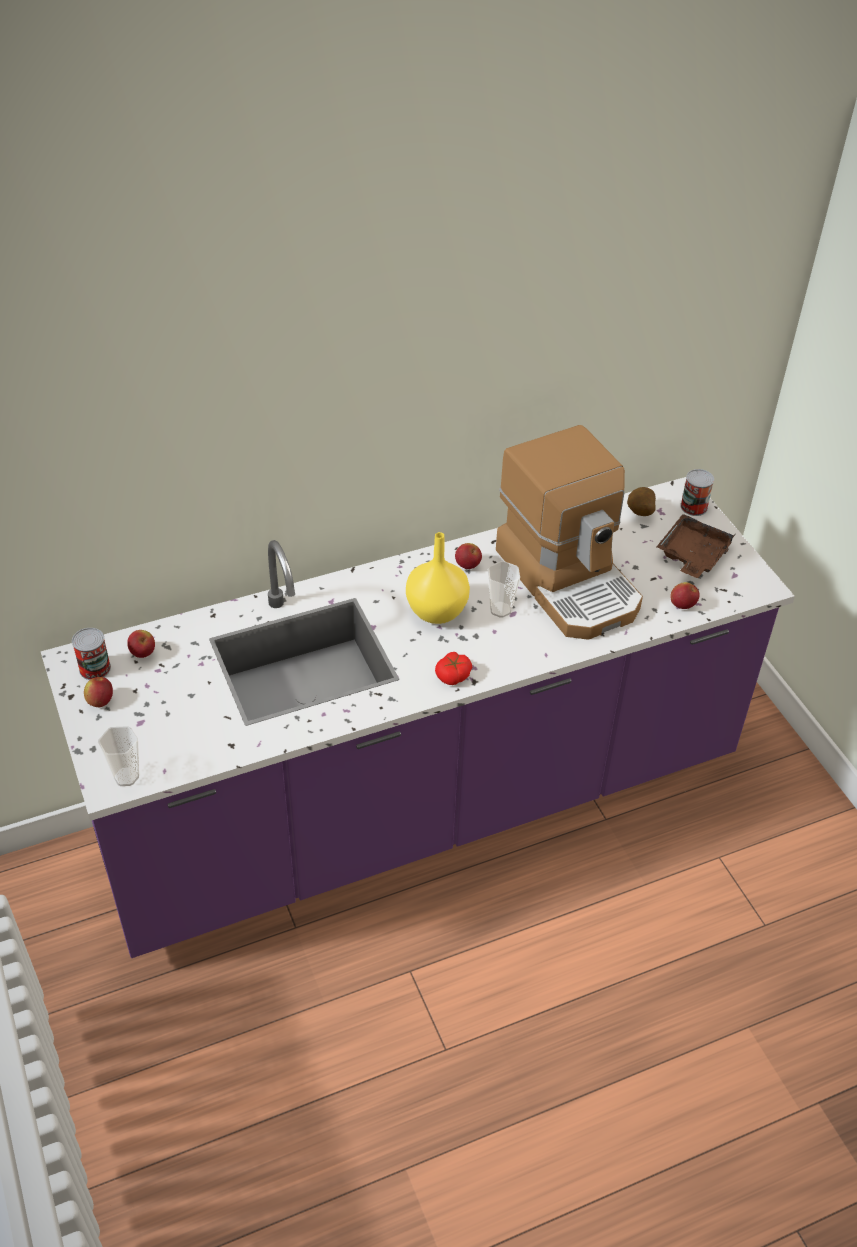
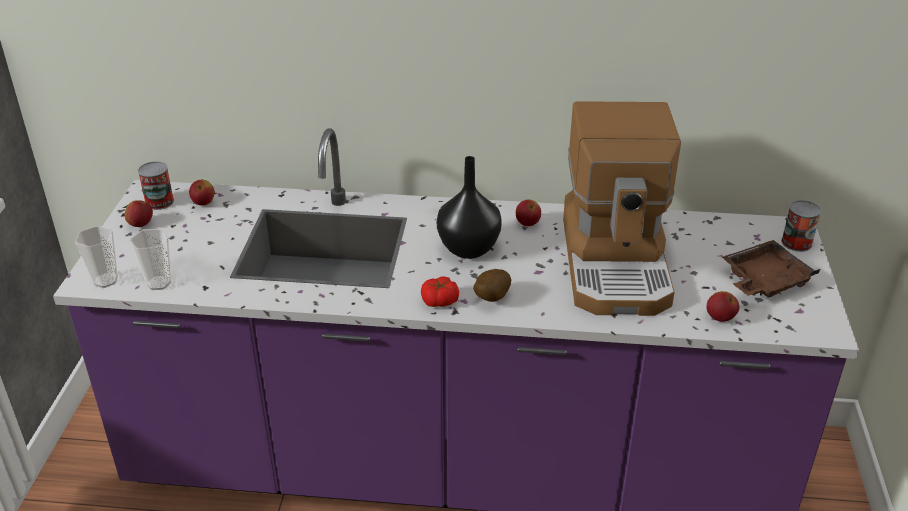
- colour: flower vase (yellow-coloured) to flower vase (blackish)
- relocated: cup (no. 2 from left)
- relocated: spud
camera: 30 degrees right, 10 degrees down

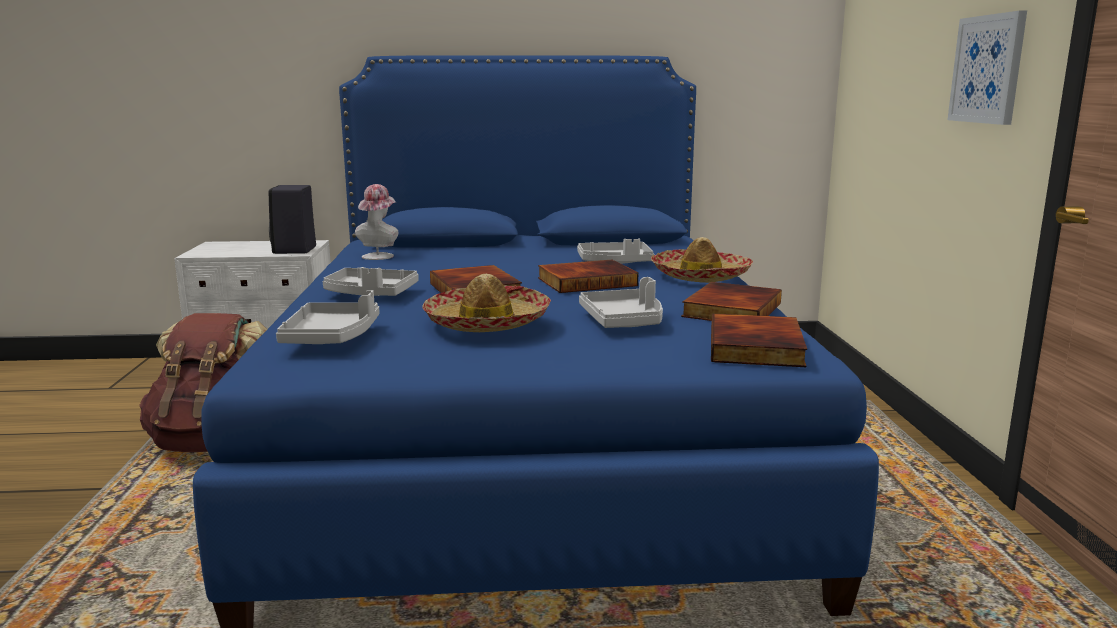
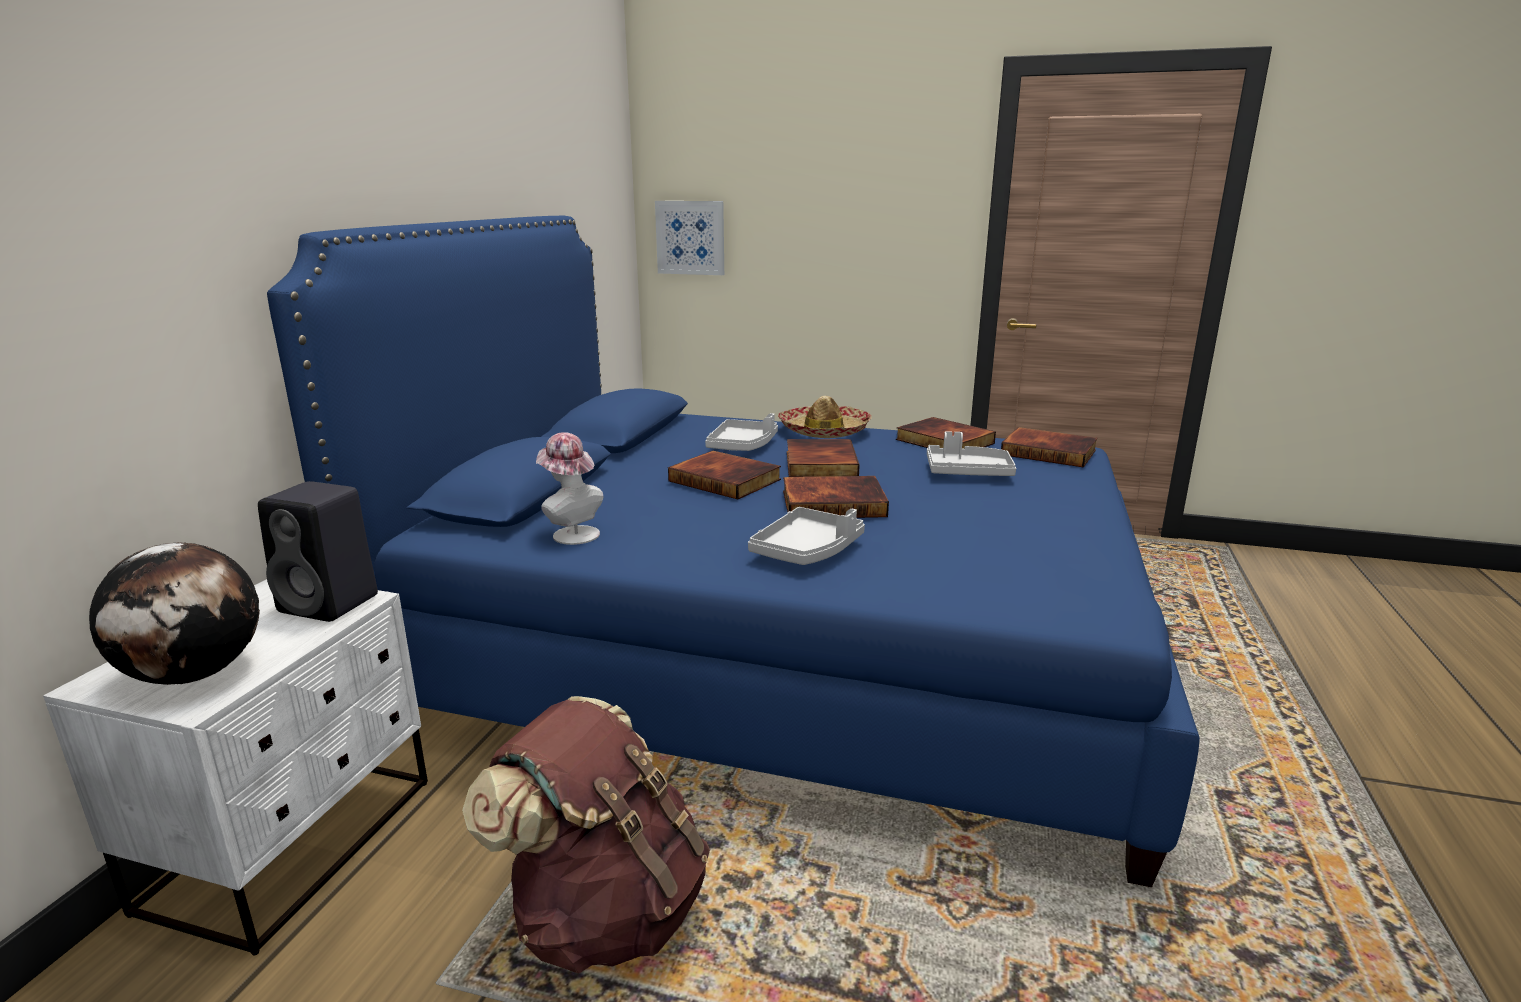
- missing: carrying tray (gray) (no. 1 from left)
- missing: hat (no. 2 from left)
- relocated: picture
- appeared: world globe
- appeared: volume (no. 1 from left)
camera: 70 degrees left, 5 degrees up

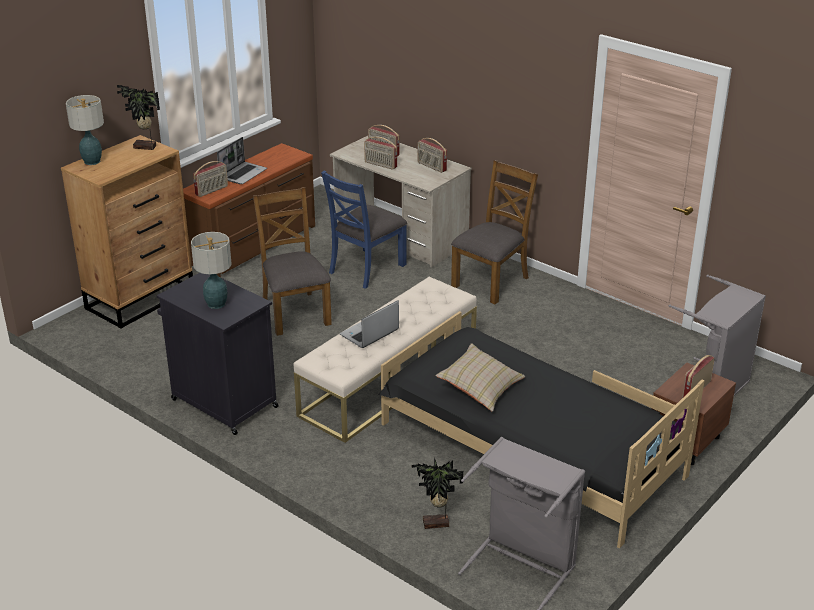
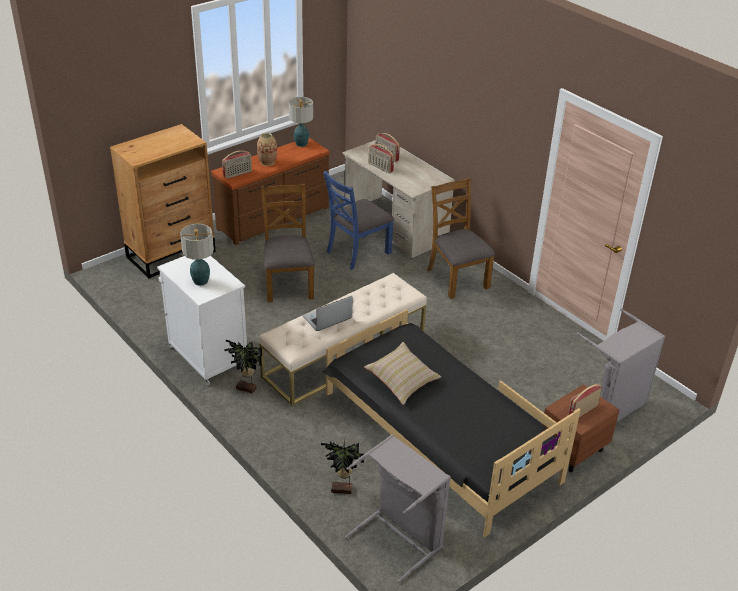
- relocated: table lamp (no. 1 from left in the first image) to table lamp (no. 2 from left)
- relocated: plant in a pot (no. 1 from left)
- colour: storage cabinet (blackish) to storage cabinet (whitish)
- exchanged: laptop (no. 1 from left) to flower vase
- missing: radio (no. 4 from left)
- spun: plain chair (brown) (no. 2 from left) 75 degrees counterclockwise
camera: 10 degrees right, 5 degrees up

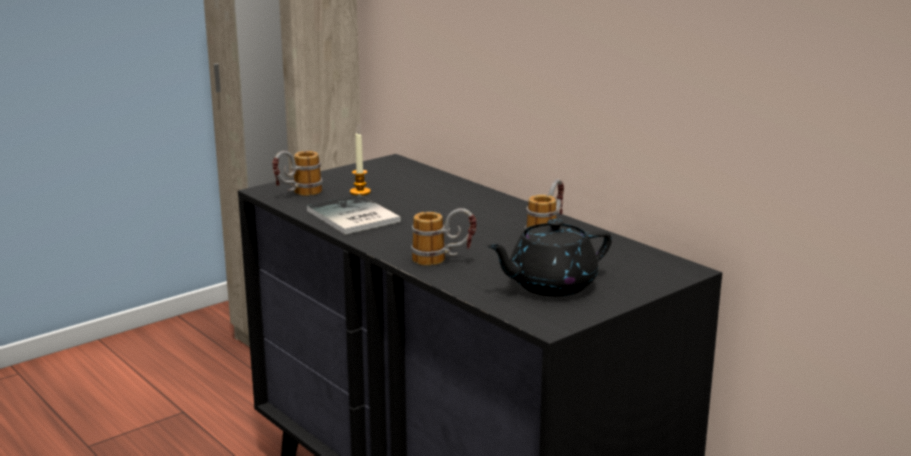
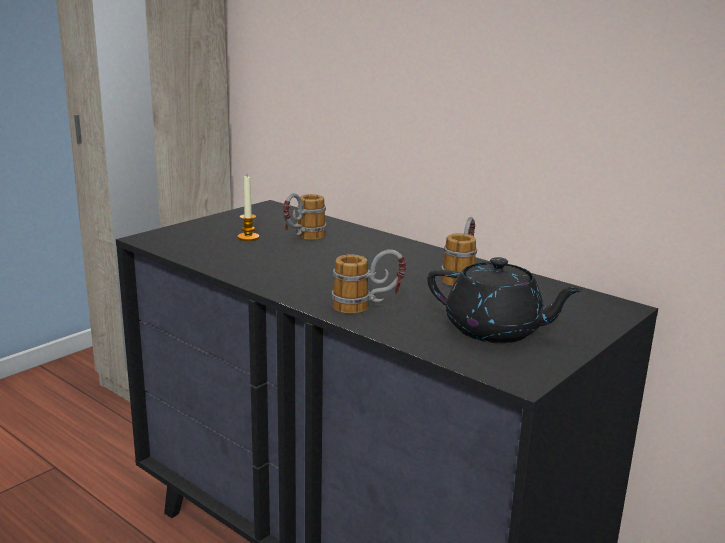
- relocated: mug (no. 1 from left)
- missing: volume
- spun: tea pot (blackish) 120 degrees counterclockwise
camera: 10 degrees left, 0 degrees up

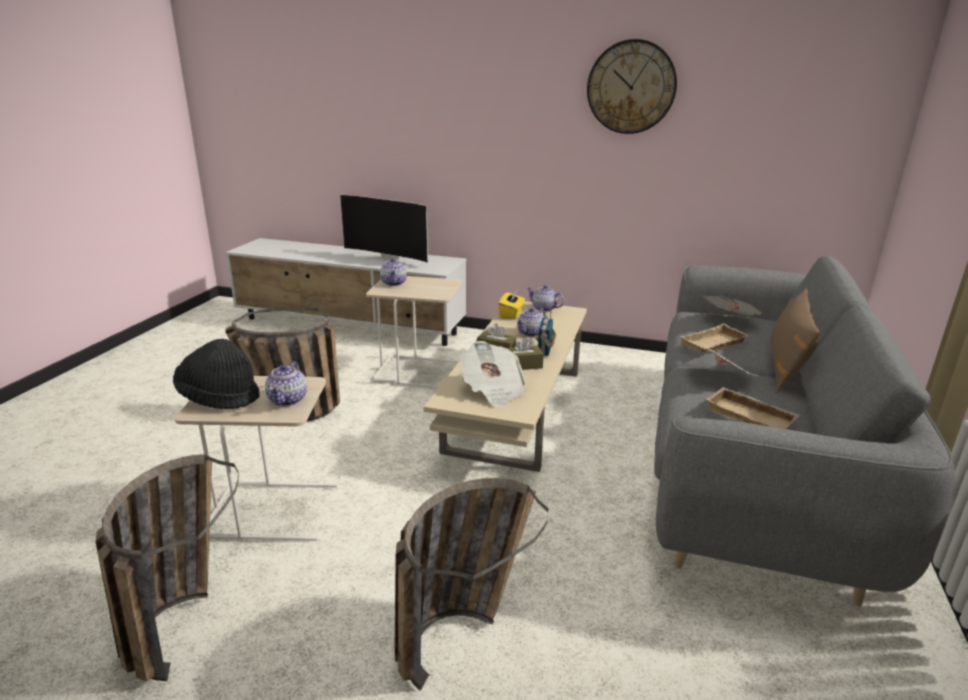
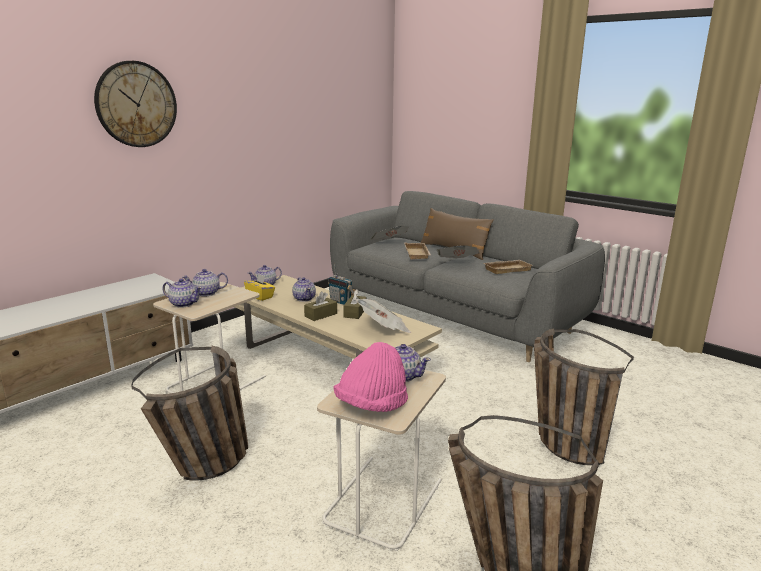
- colour: hat (blackish) to hat (pinkish)
- missing: TV set
- relocated: clock on the wall
- appeared: tea pot (no. 2 from left)
camera: 65 degrees left, 5 degrees down

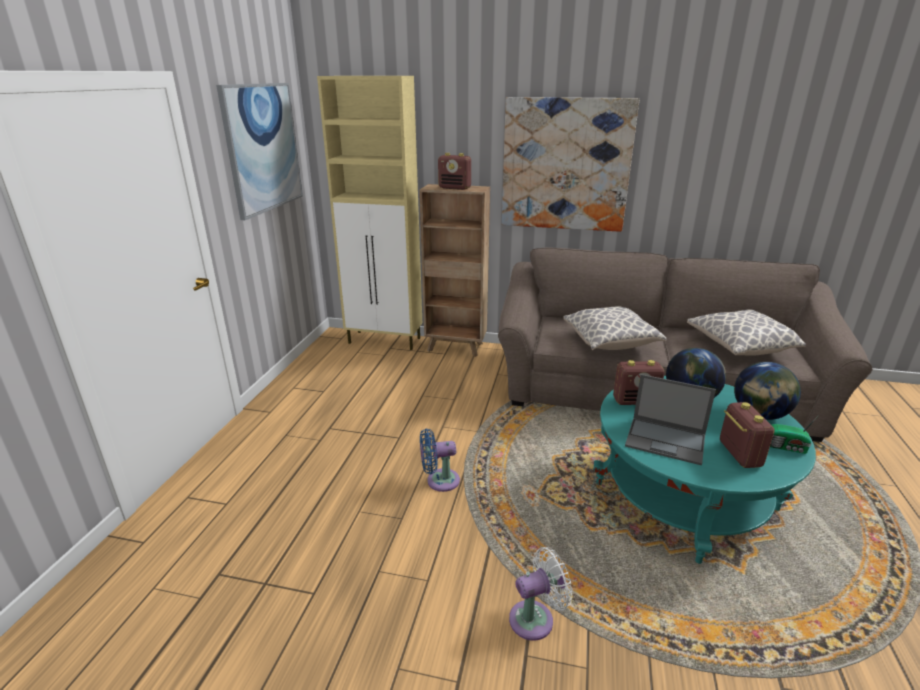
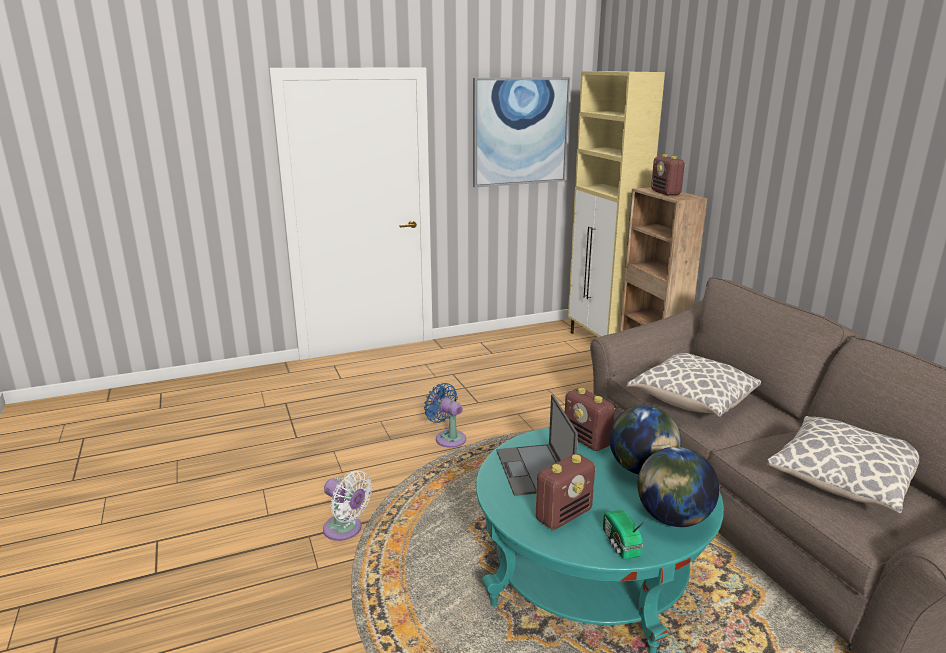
- missing: picture (no. 2 from left)
camera: 55 degrees right, 5 degrees down

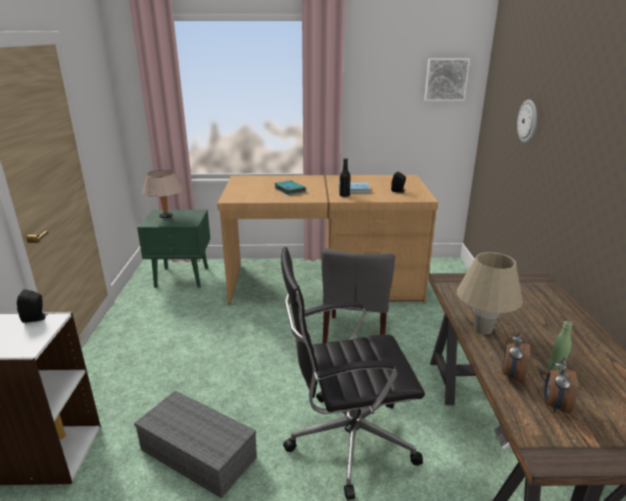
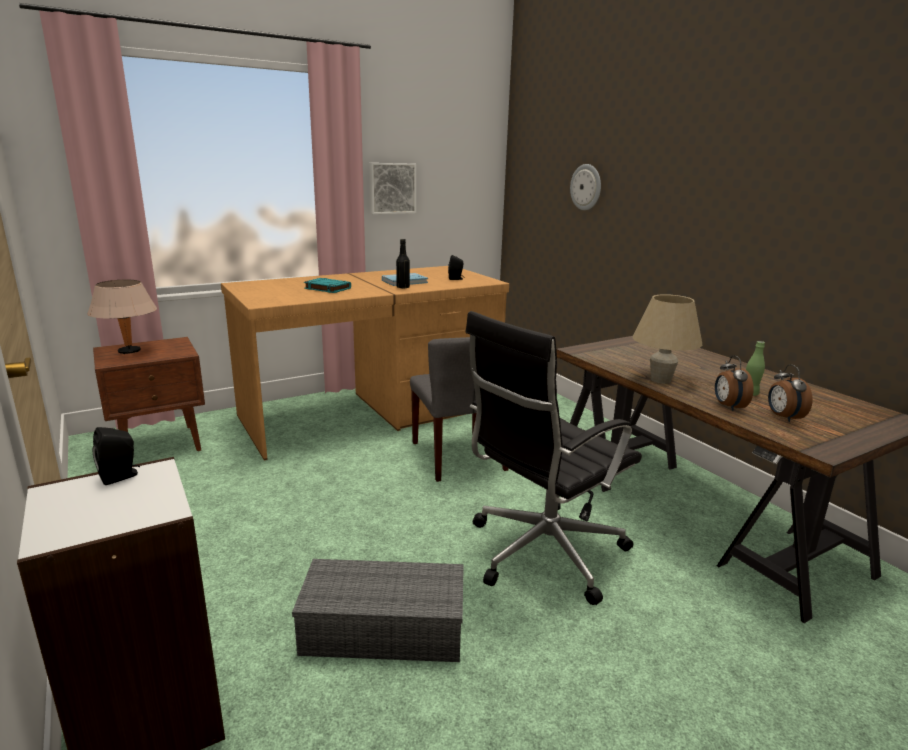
- colour: night table (green-coloured) to night table (brown)
- relocated: picture
camera: 30 degrees left, 5 degrees down

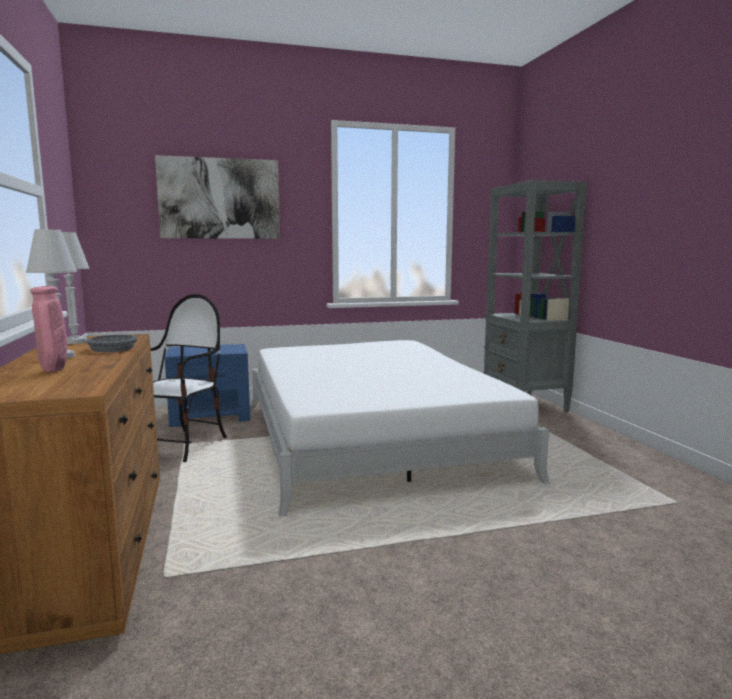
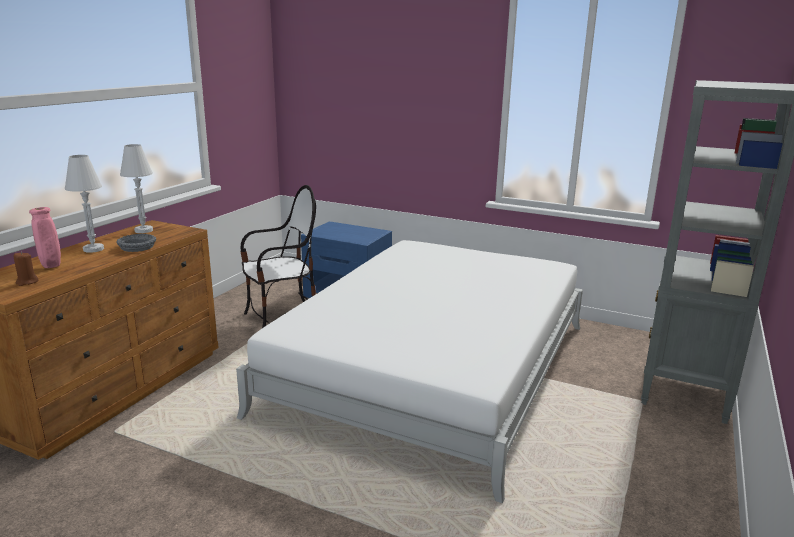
- missing: picture
- appeared: wax light (brown)
camera: 40 degrees right, 10 degrees up

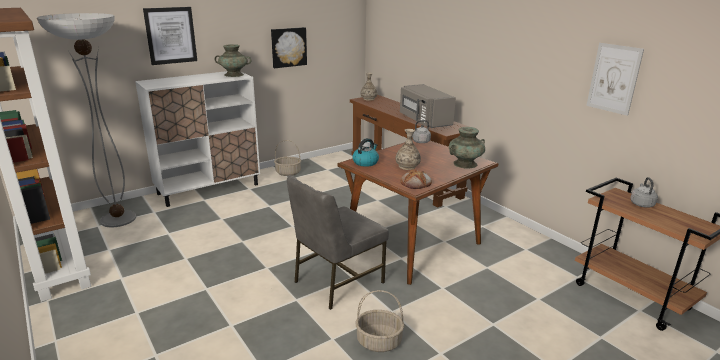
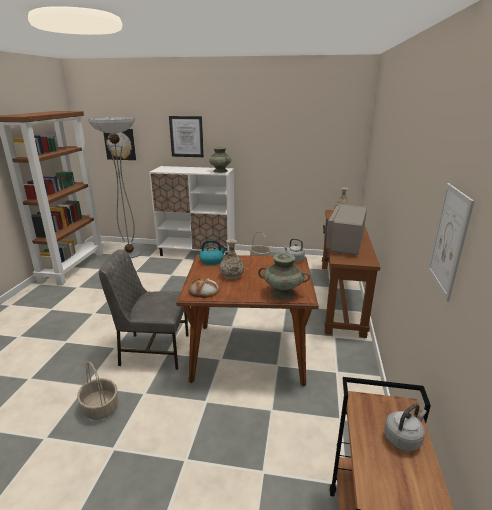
- relocated: picture (no. 2 from left in the first image) to picture (no. 1 from left)
camera: 45 degrees right, 0 degrees up

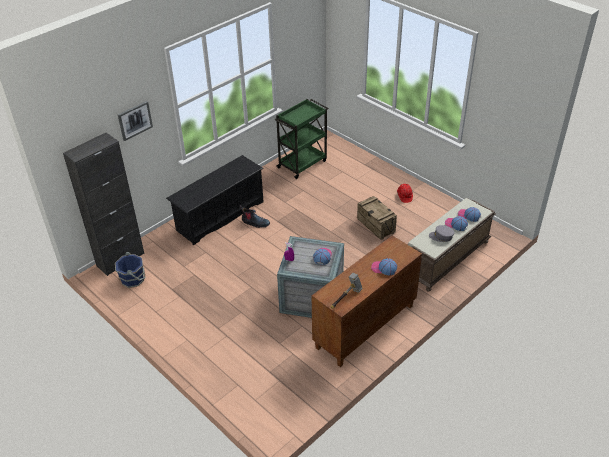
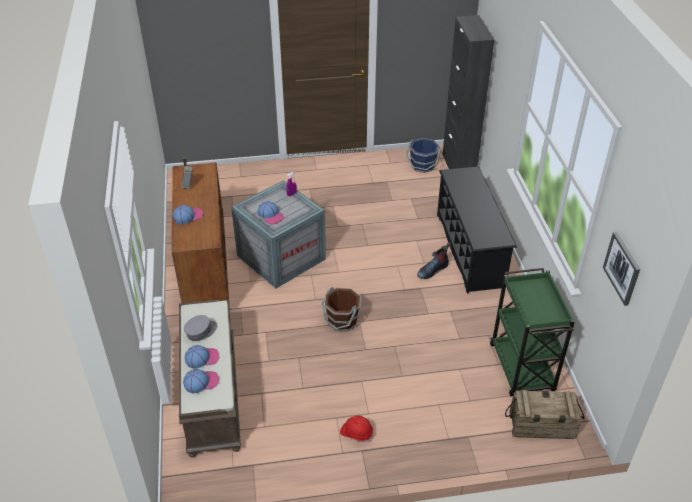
- relocated: picture
- relocated: packing crate (no. 2 from left)
- appeared: water bucket (brown)
camera: 125 degrees right, 0 degrees up

